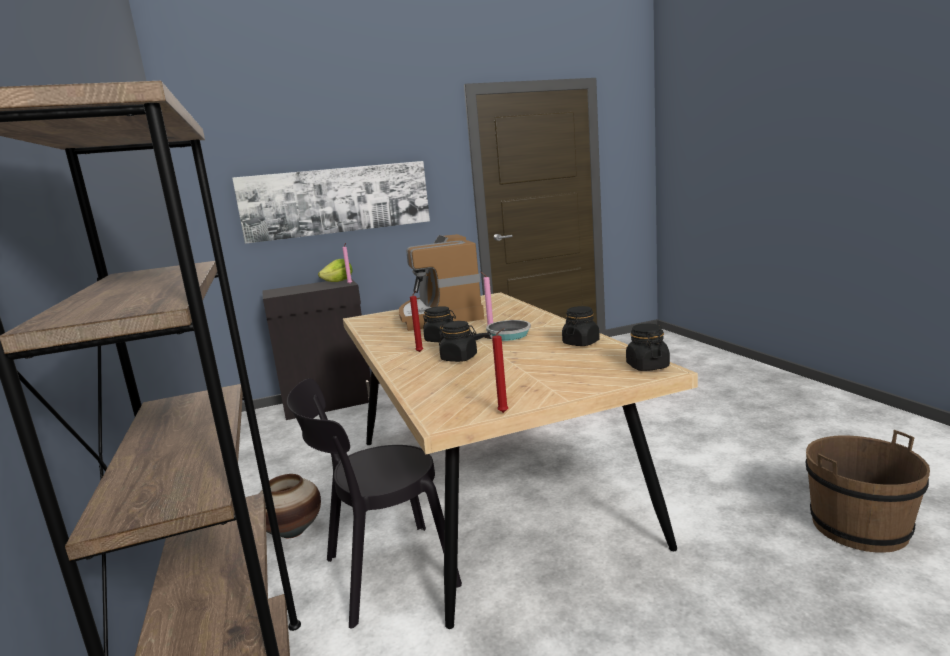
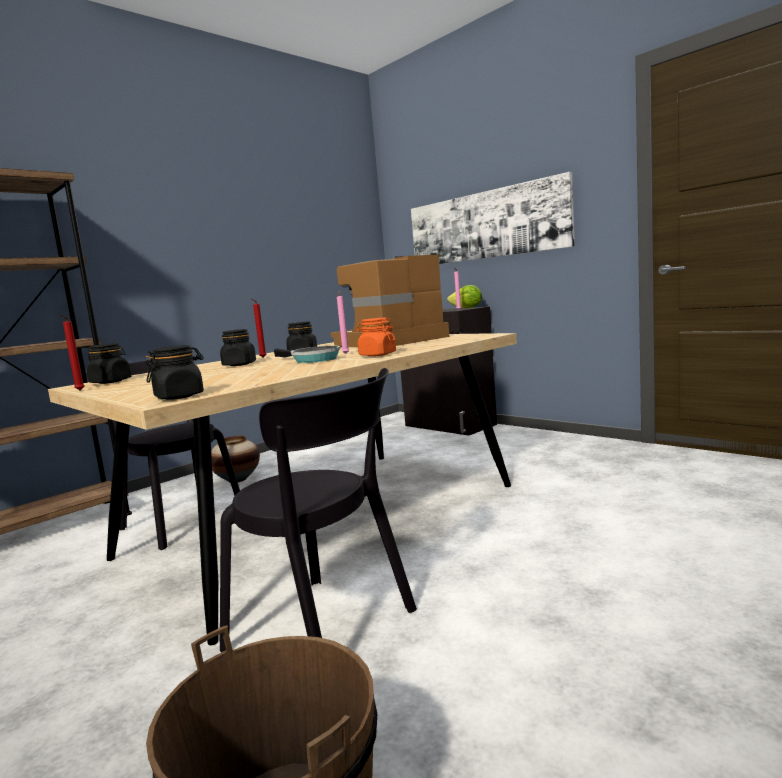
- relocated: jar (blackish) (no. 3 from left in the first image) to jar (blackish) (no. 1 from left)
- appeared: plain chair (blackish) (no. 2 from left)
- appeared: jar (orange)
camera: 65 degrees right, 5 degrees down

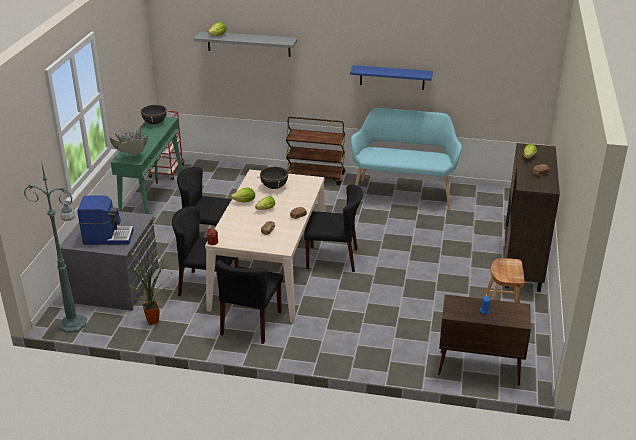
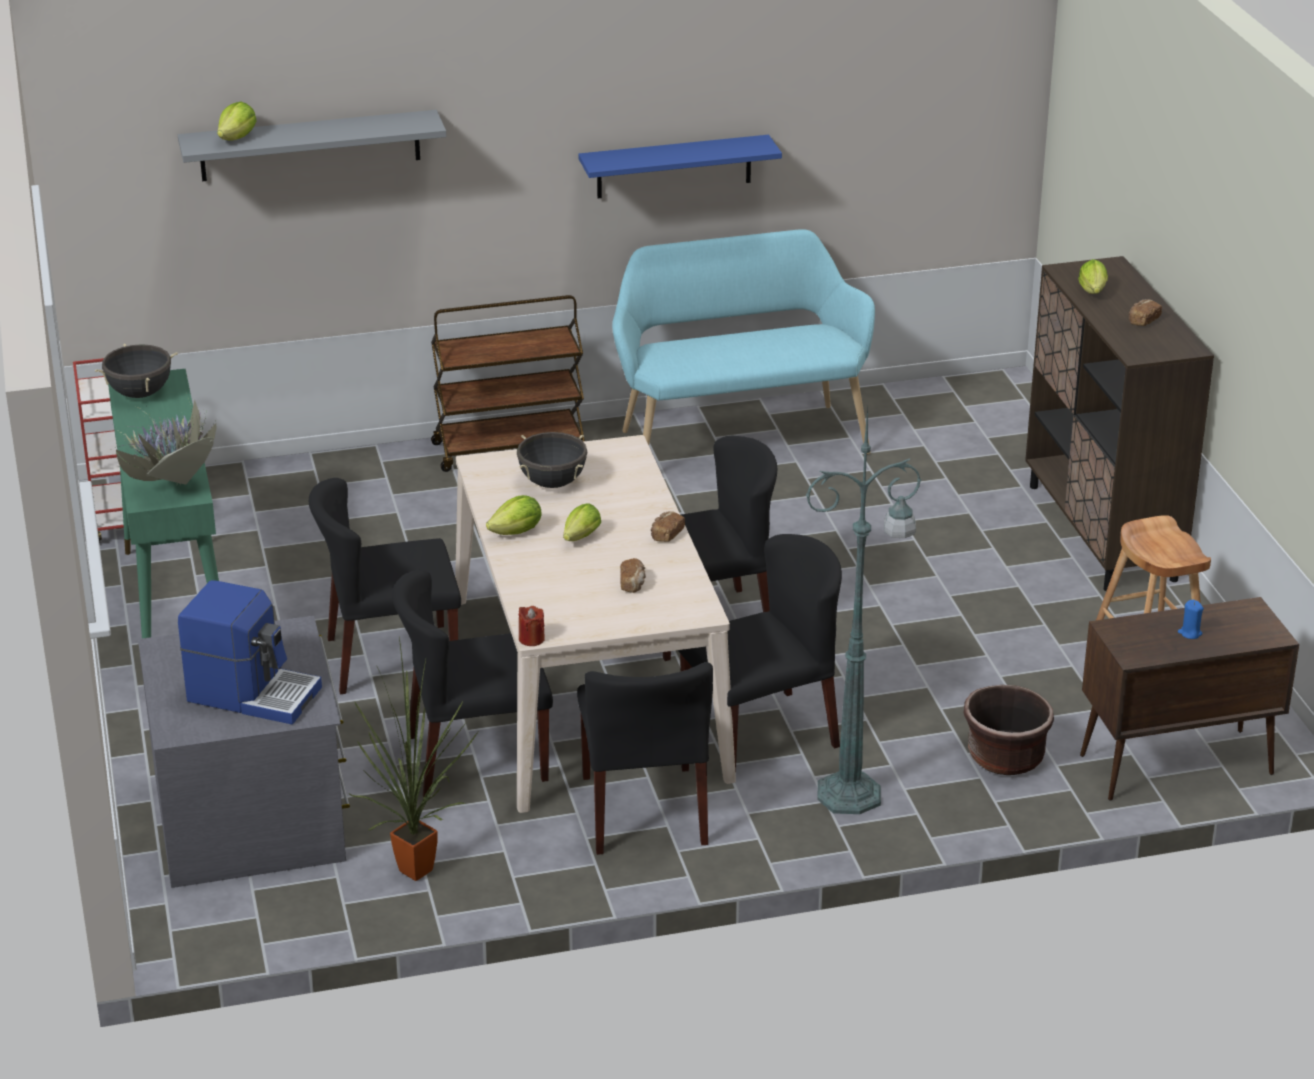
- relocated: standing lamp (green-coloured)
- spun: coffee brewer 45 degrees clockwise
- appeared: plain chair (blackish) (no. 5 from left)
- appeared: planter (brown)
camera: 25 degrees left, 0 degrees up

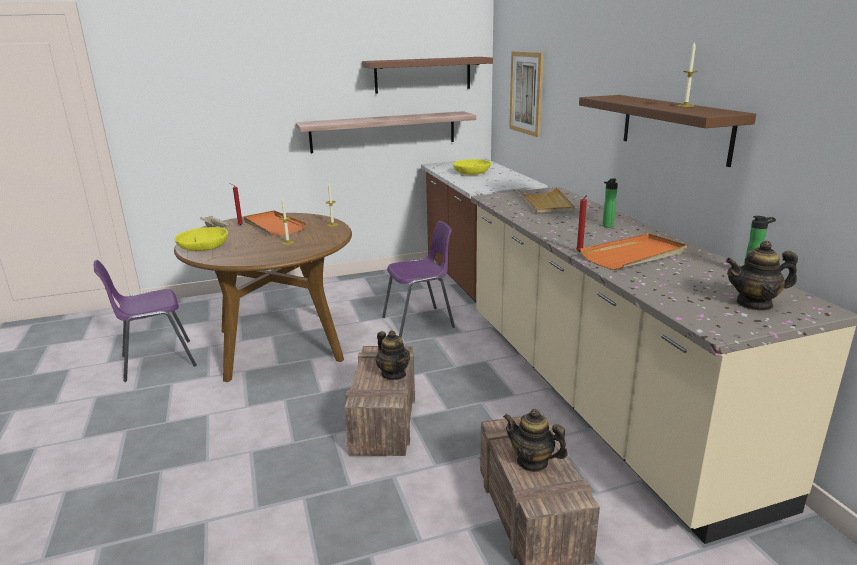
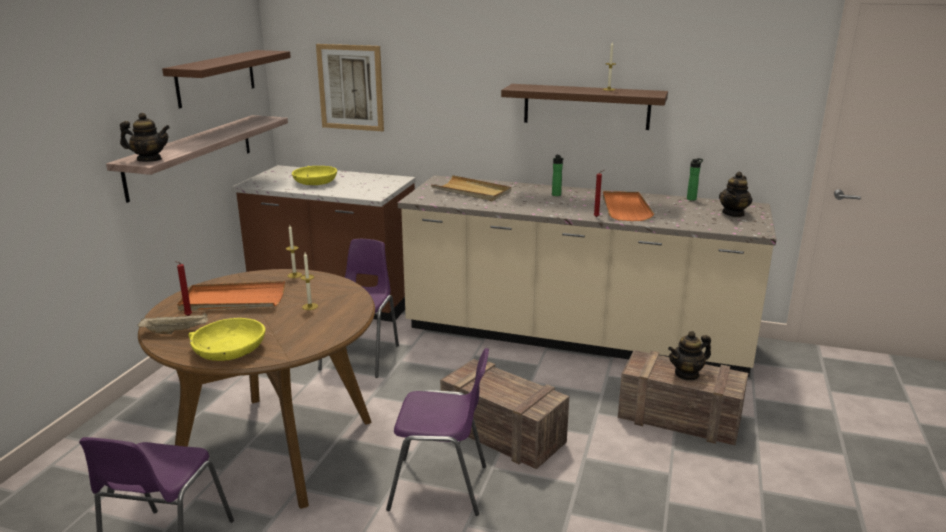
- relocated: tea pot (no. 1 from left)
- appeared: plain chair (purple-coloured) (no. 3 from left)
camera: 55 degrees left, 0 degrees up

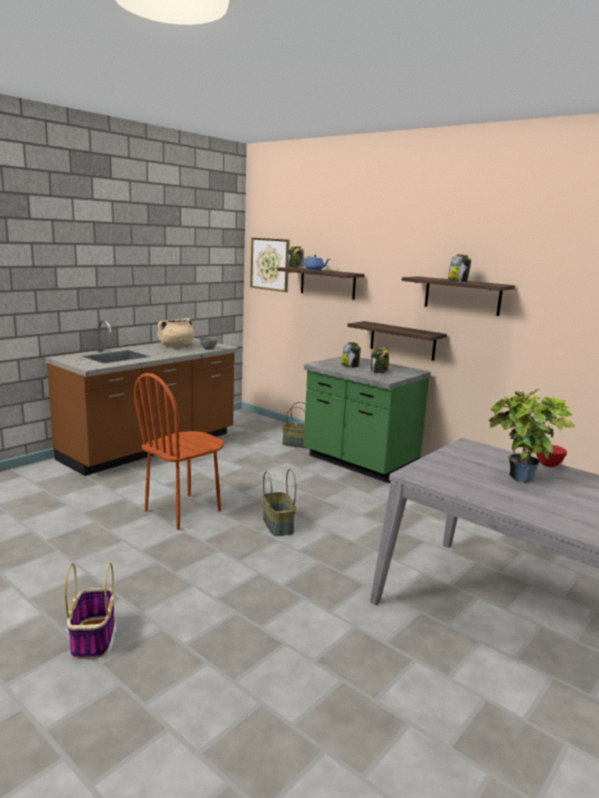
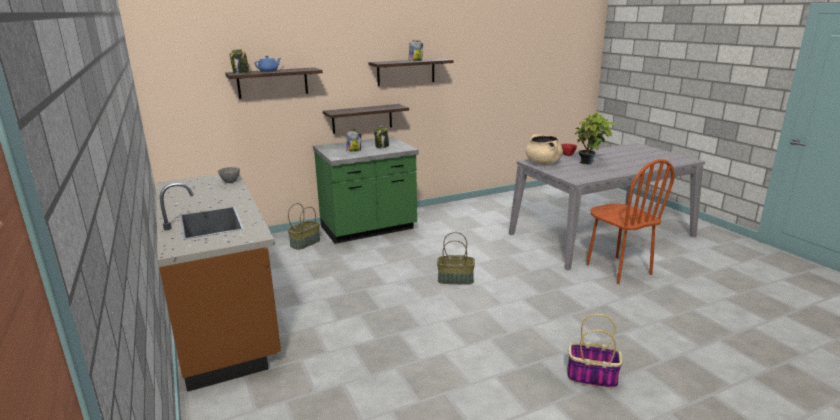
- relocated: plain chair (brown)
- relocated: saucepot (beige-coloured)
- missing: picture
camera: 65 degrees left, 5 degrees up

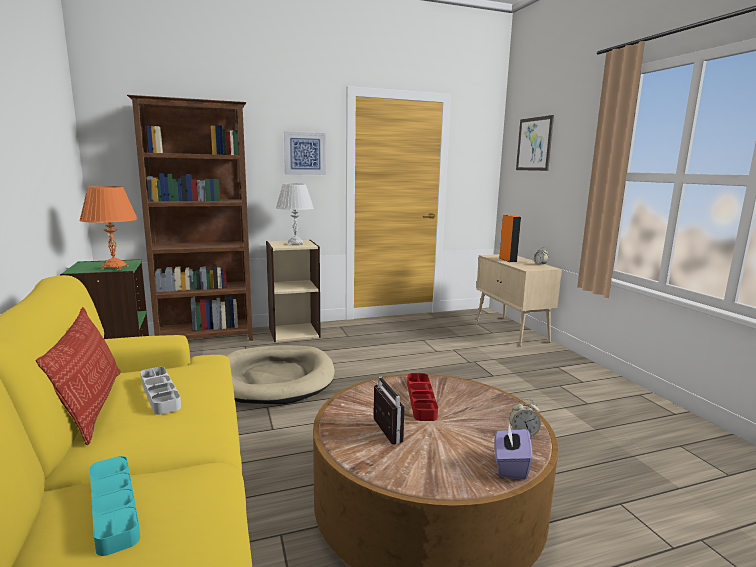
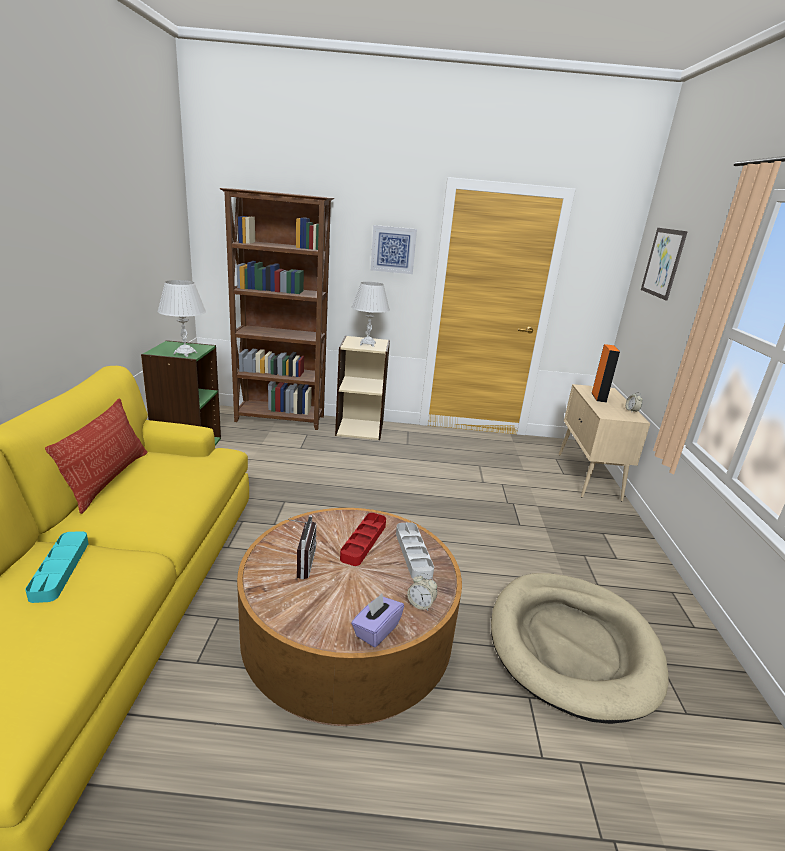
- colour: table lamp (orange) to table lamp (whitish) (no. 1 from left)
- relocated: carrying tray (gray)
- relocated: dog bed (beige-coloured)
camera: 20 degrees right, 10 degrees up

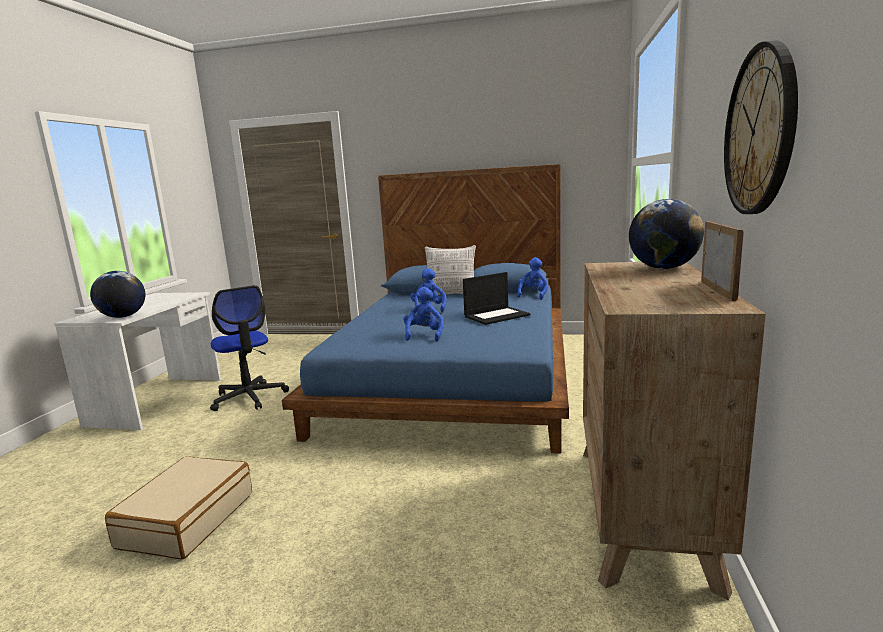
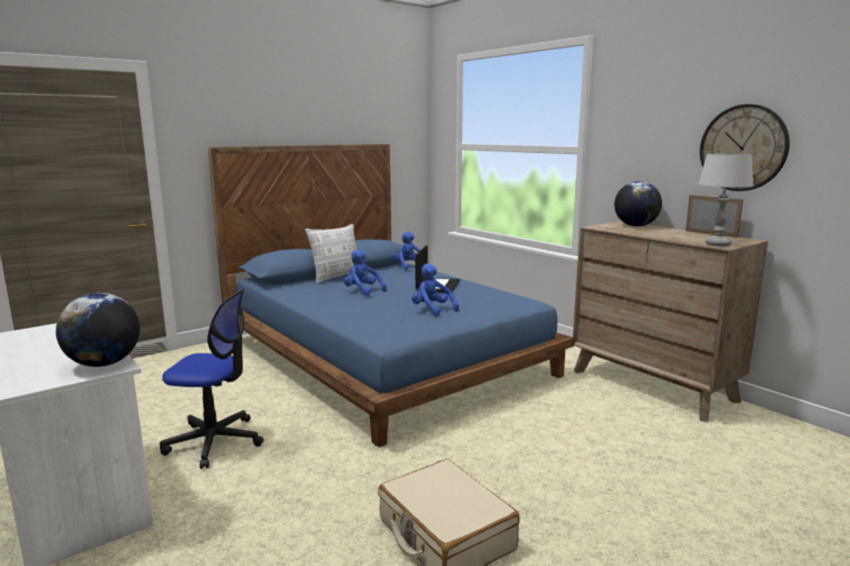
- appeared: table lamp (gray)
camera: 50 degrees left, 0 degrees up

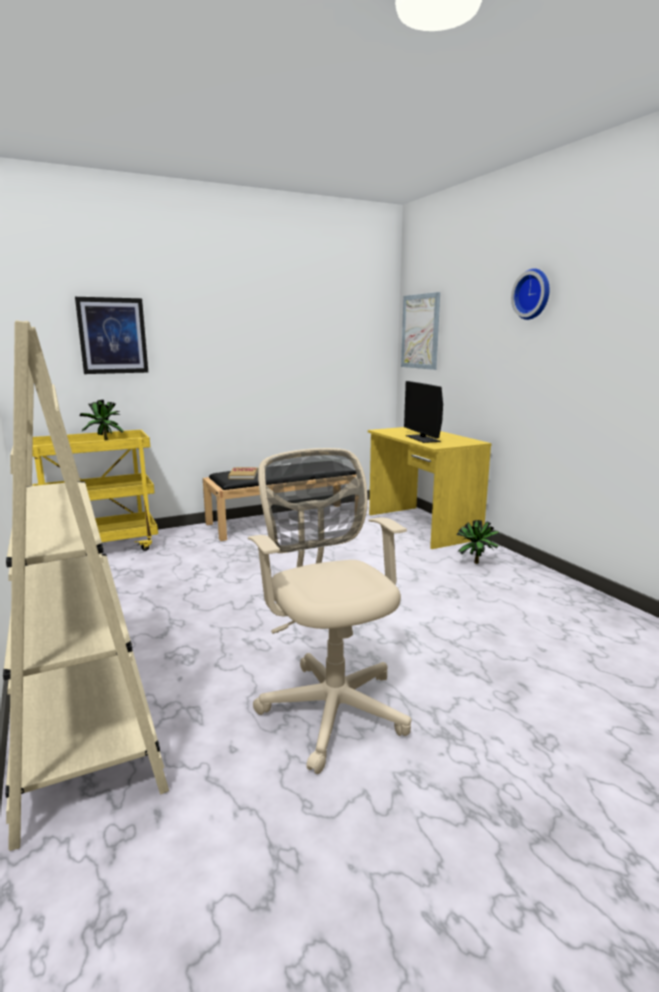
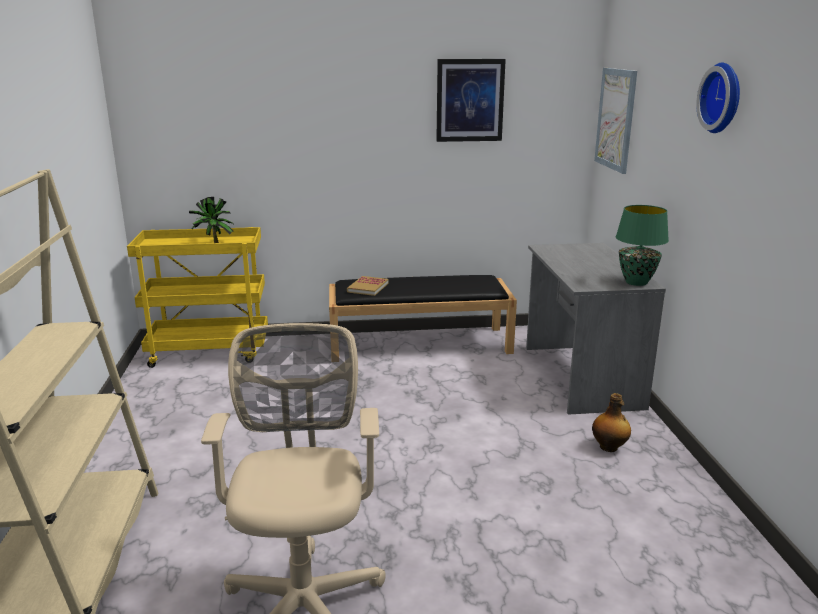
- relocated: picture (no. 1 from left)
- colour: desk (yellow-coloured) to desk (gray)
- missing: computer screen
- exchanged: plant in a pot (no. 2 from left) to drink bottle
- appeared: table lamp (green-coloured)
camera: 20 degrees right, 5 degrees up

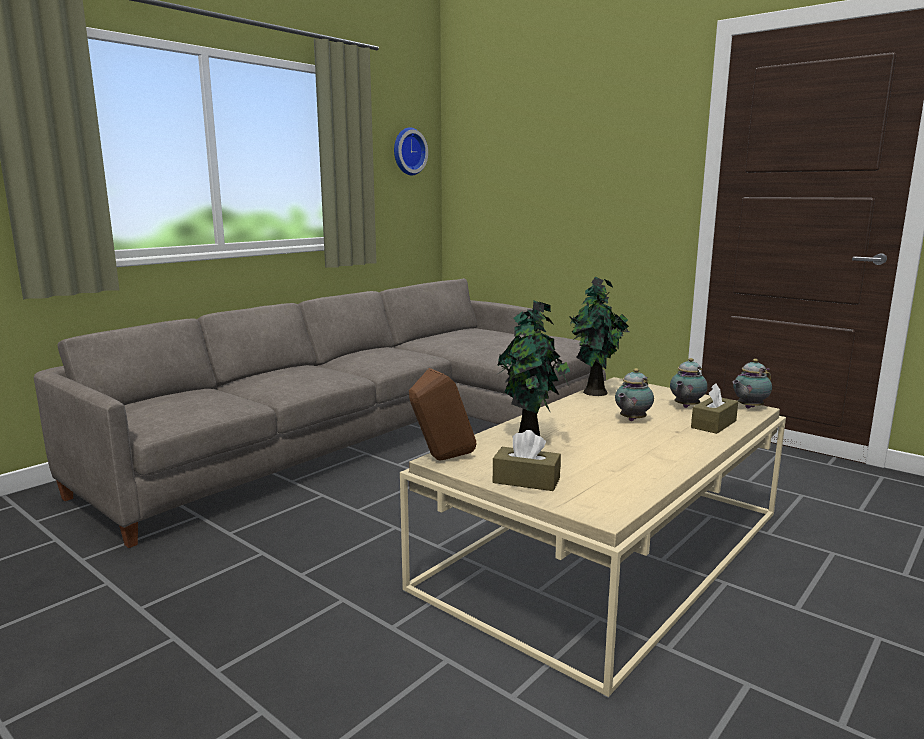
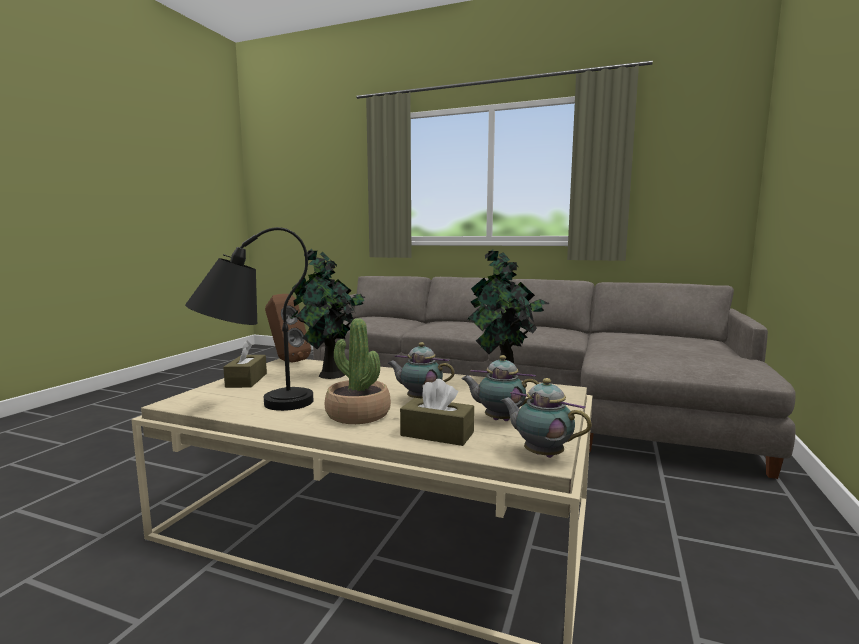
- missing: clock on the wall
- appeared: table lamp (blackish)
- appeared: plant in a pot (no. 2 from left)
camera: 70 degrees right, 5 degrees down

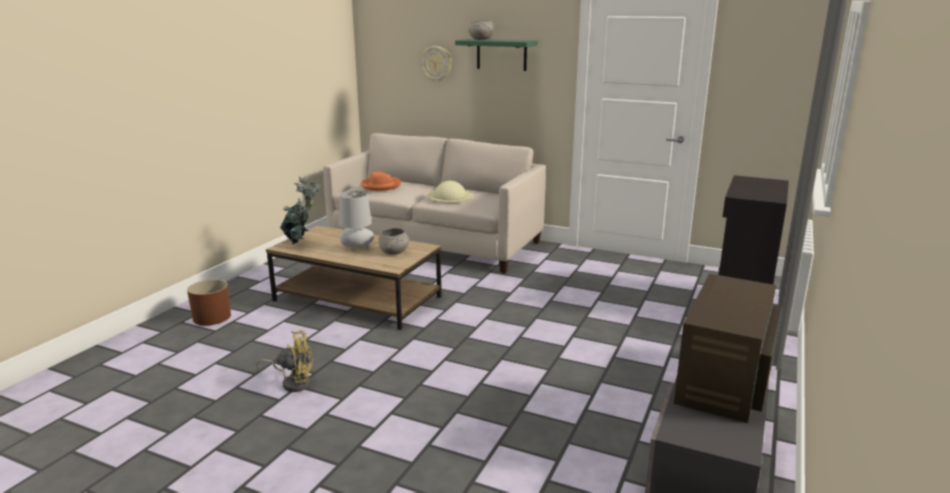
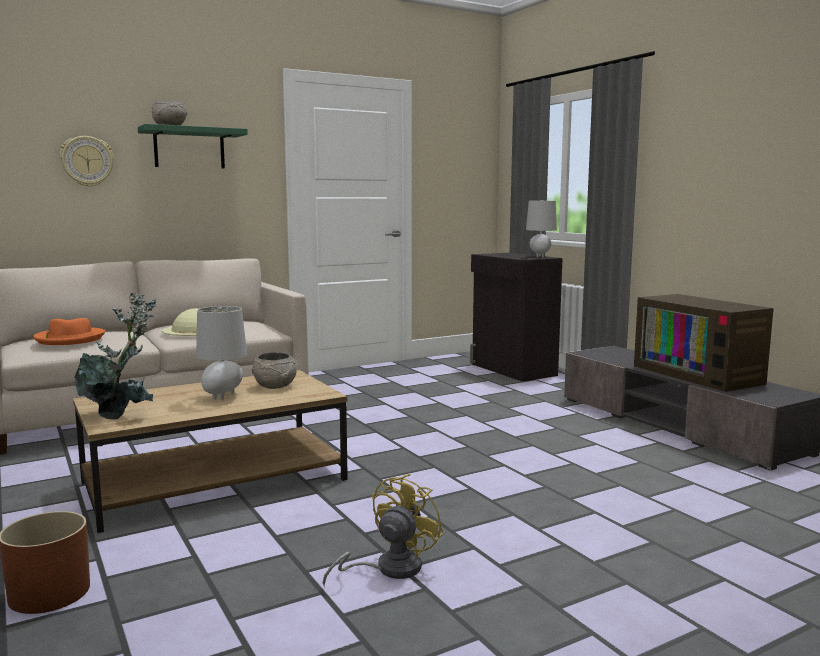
- appeared: table lamp (gray) (no. 2 from left)
camera: 55 degrees left, 10 degrees down

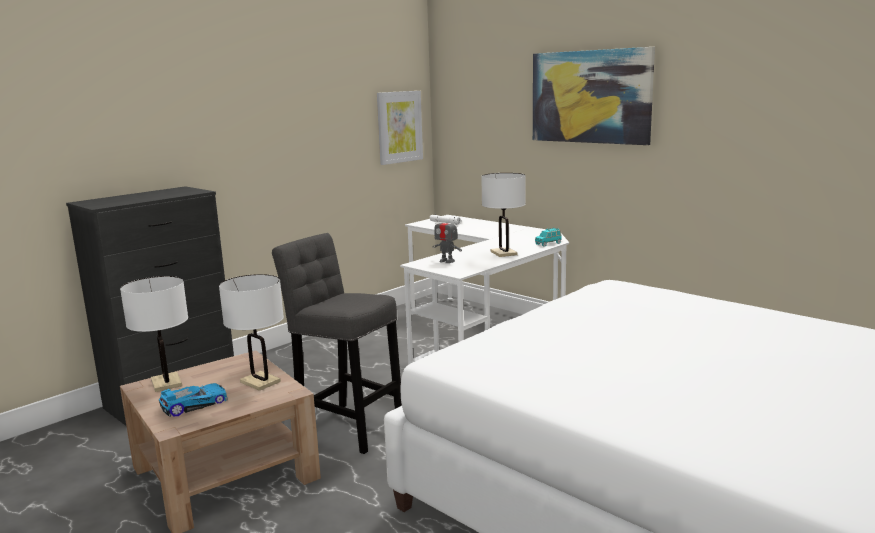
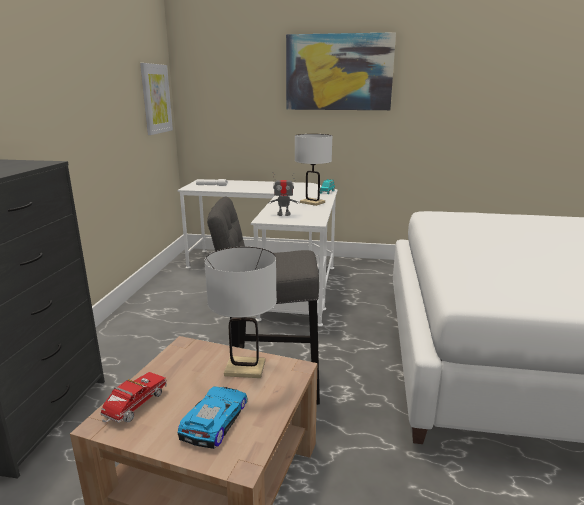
- exchanged: table lamp (whitish) (no. 1 from left) to toy truck
camera: 35 degrees left, 5 degrees up

